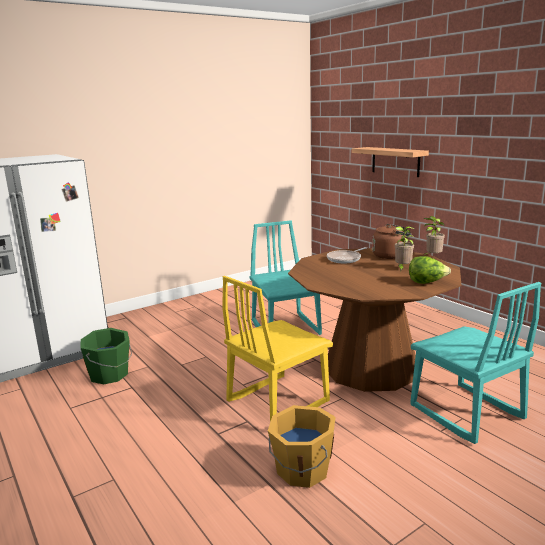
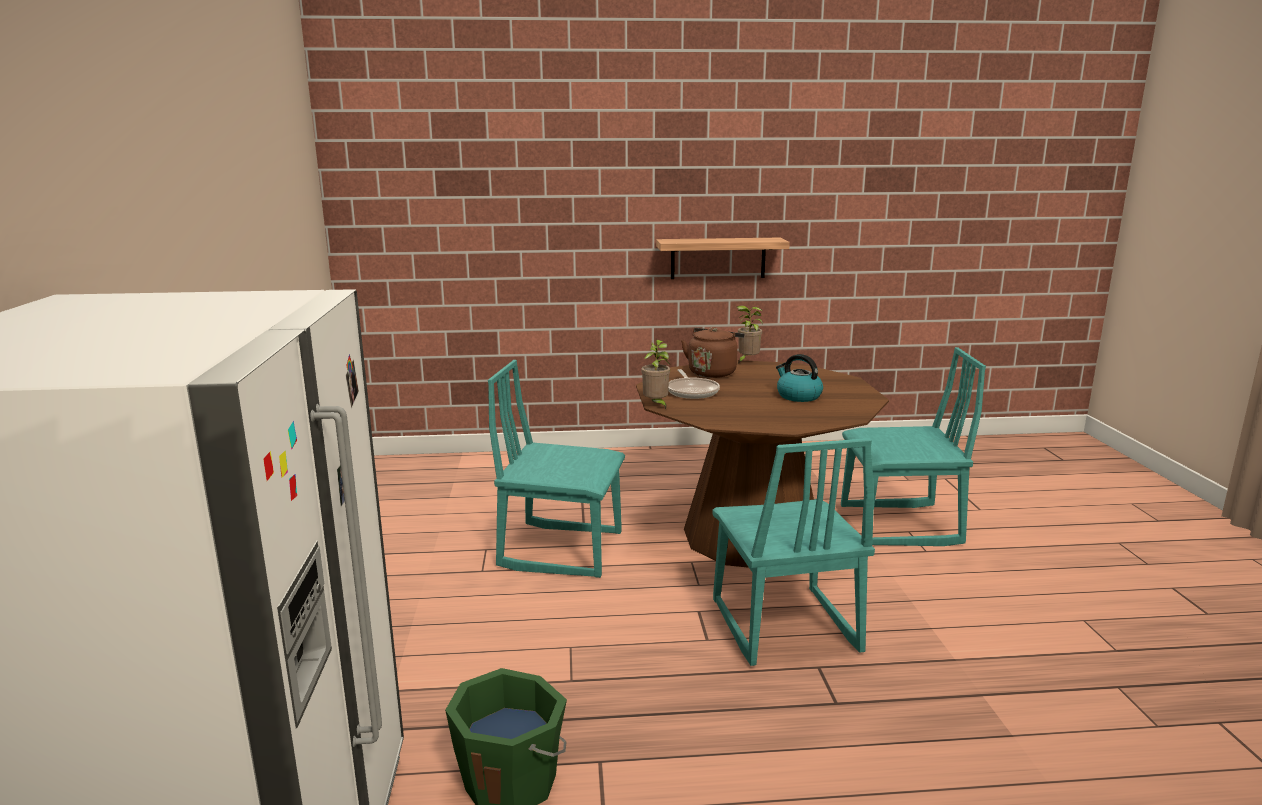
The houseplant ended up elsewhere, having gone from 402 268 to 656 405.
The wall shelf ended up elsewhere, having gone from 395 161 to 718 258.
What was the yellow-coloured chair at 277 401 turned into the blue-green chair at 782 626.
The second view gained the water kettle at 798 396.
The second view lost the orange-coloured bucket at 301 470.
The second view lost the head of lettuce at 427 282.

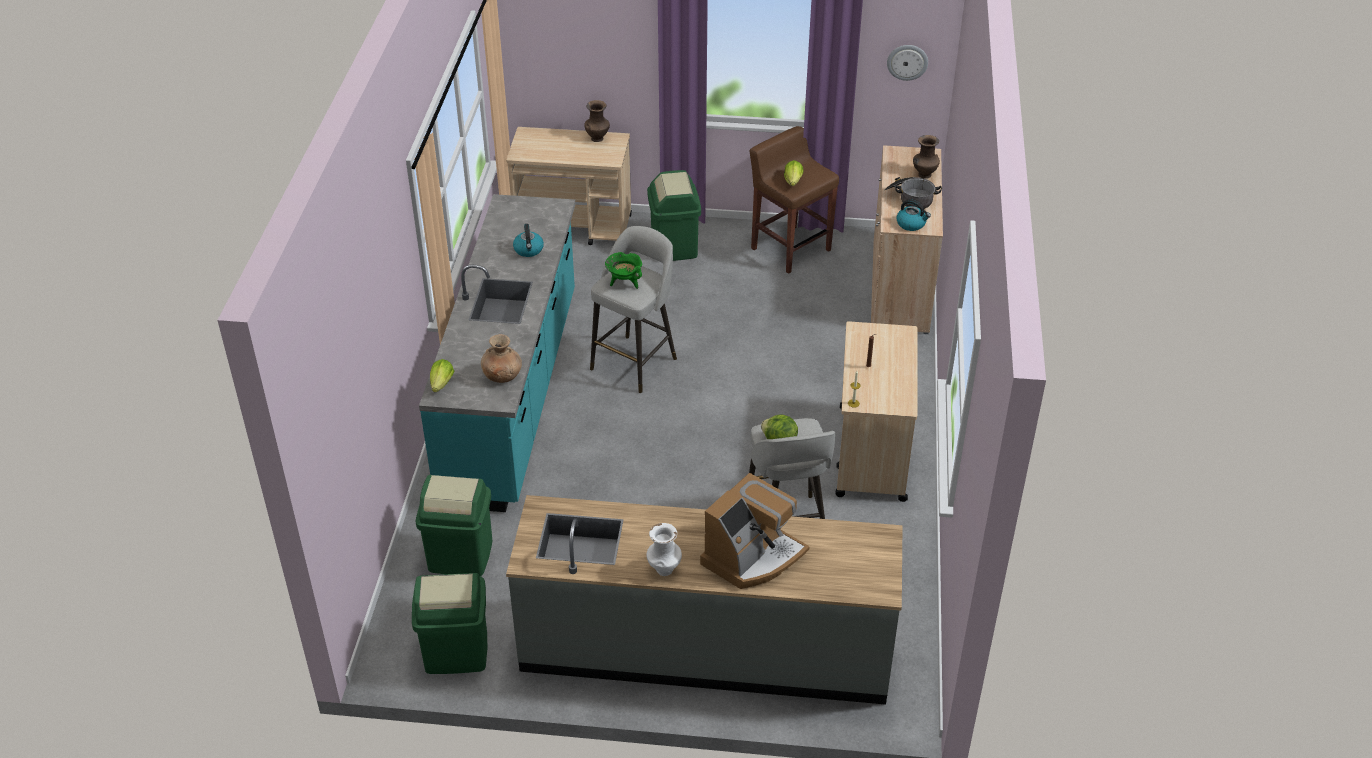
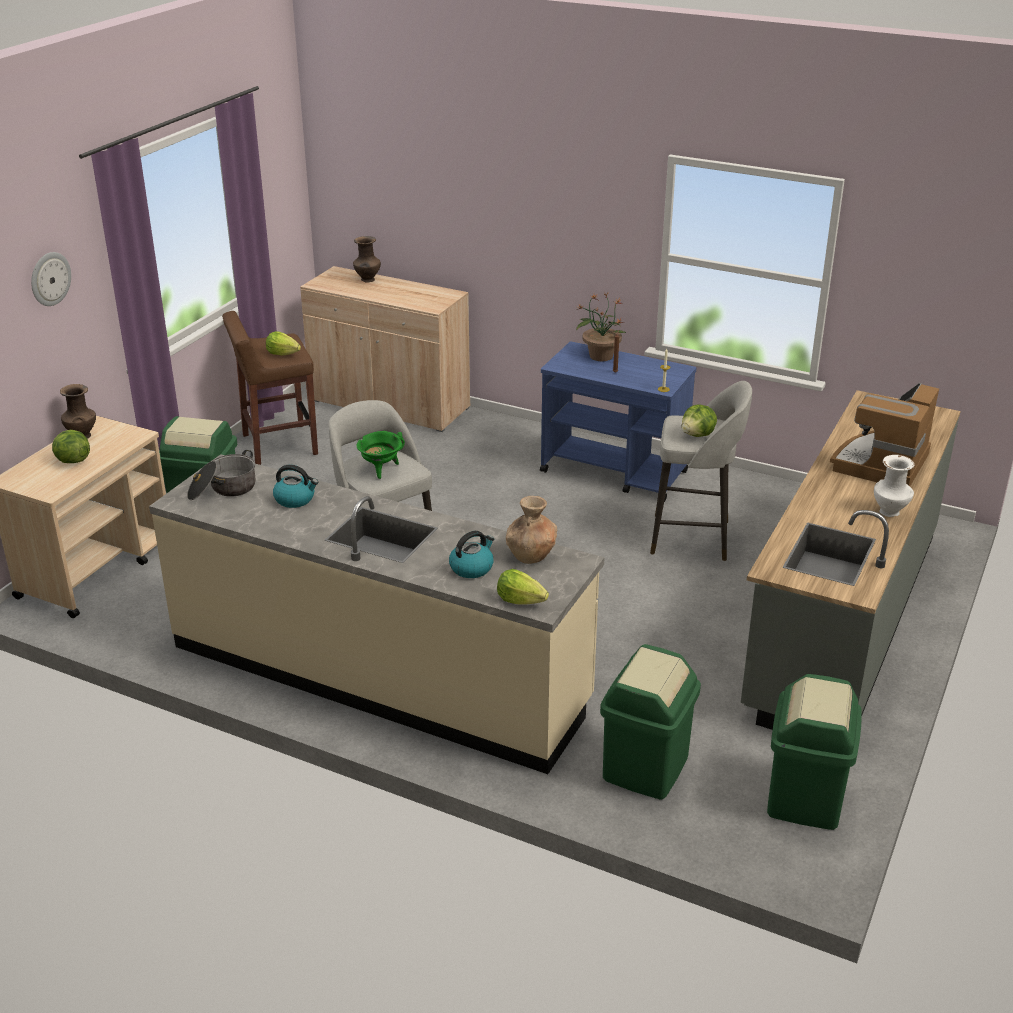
The wall clock ended up elsewhere, having gone from 907 62 to 50 278.
The second view gained the head of lettuce at 72 461.
What was the blue-green kitchen counter at 513 395 turned into the beige kitchen counter at 379 674.
The cooking pot ended up elsewhere, having gone from 910 199 to 223 489.
The water kettle ended up elsewhere, having gone from 911 224 to 472 568.
What was the beige cart at 871 453 turned into the blue cart at 615 472.
The second view gained the houseplant at 600 356.
The coffee machine at 753 557 ended up facing another way, 120 degrees counterclockwise from before.

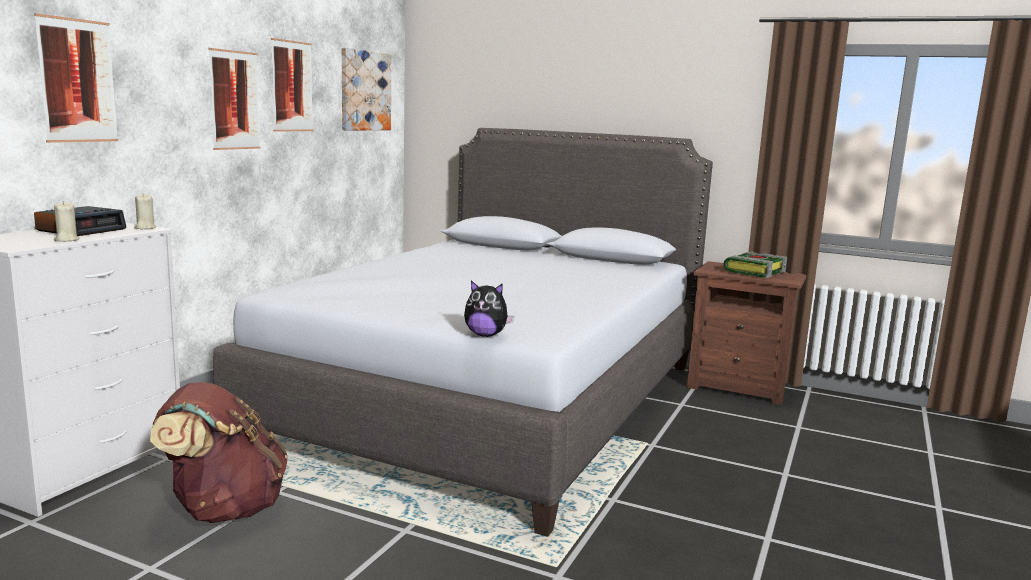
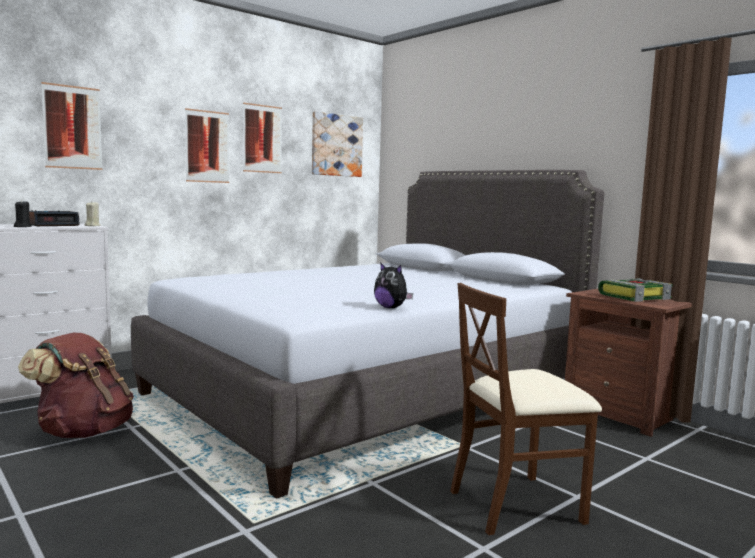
What was the beige wax light at 66 240 turned into the black-coloured wax light at 22 227.
The cuddly toy ended up elsewhere, having gone from 486 335 to 391 308.
The second view gained the brown-coloured chair at 516 504.

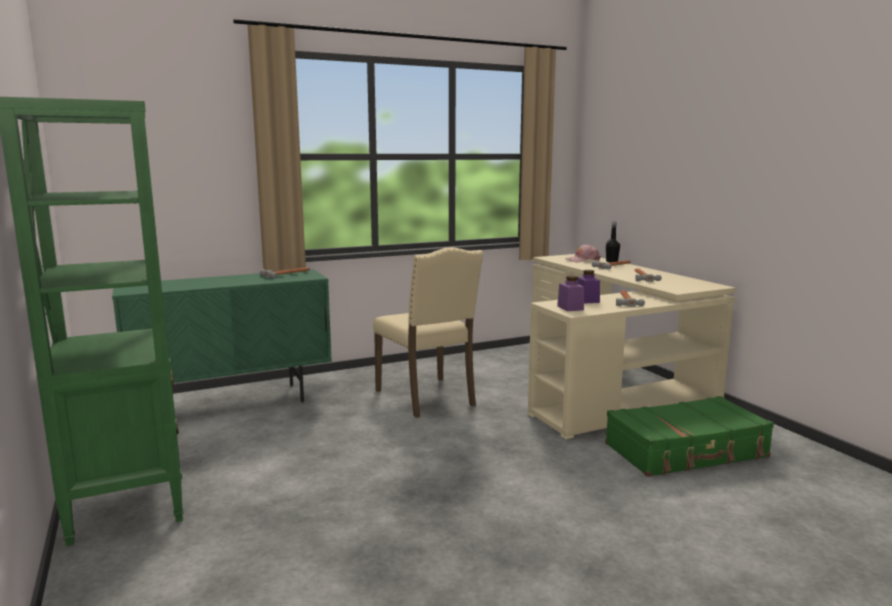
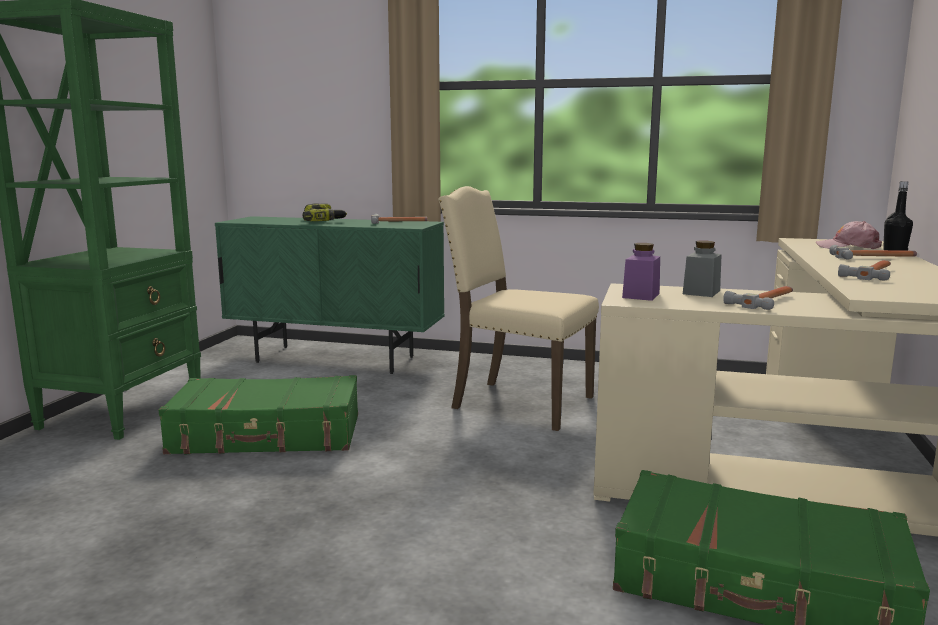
The second view gained the green-coloured piece of luggage at 267 435.
The second view gained the electric drill at 324 221.
The beige chair at 428 398 ended up facing another way, 105 degrees clockwise from before.
What was the purple-coloured preserve jar at 587 300 turned into the gray preserve jar at 701 292.

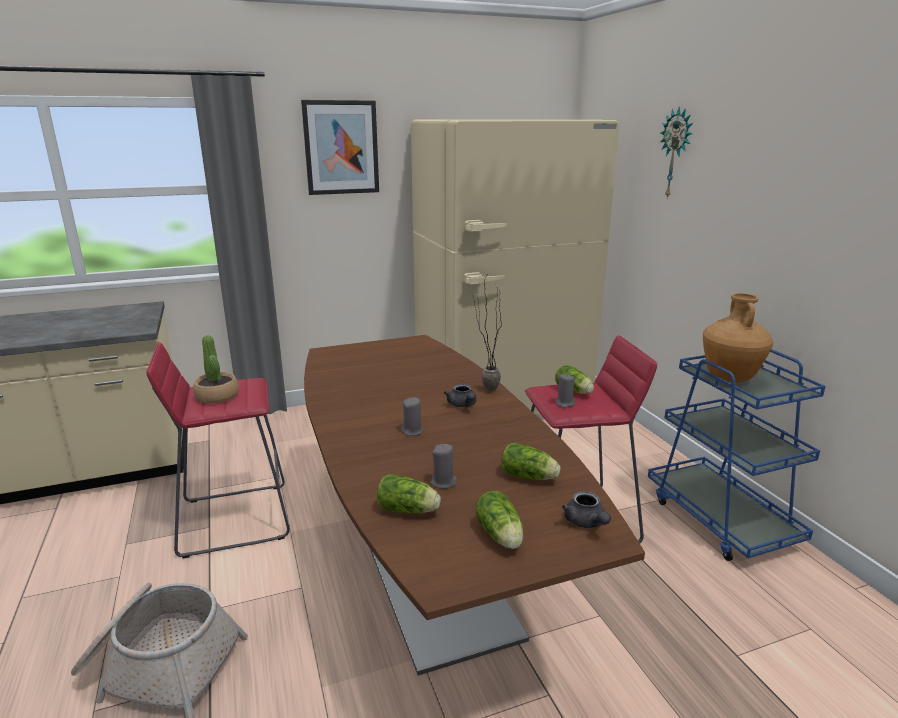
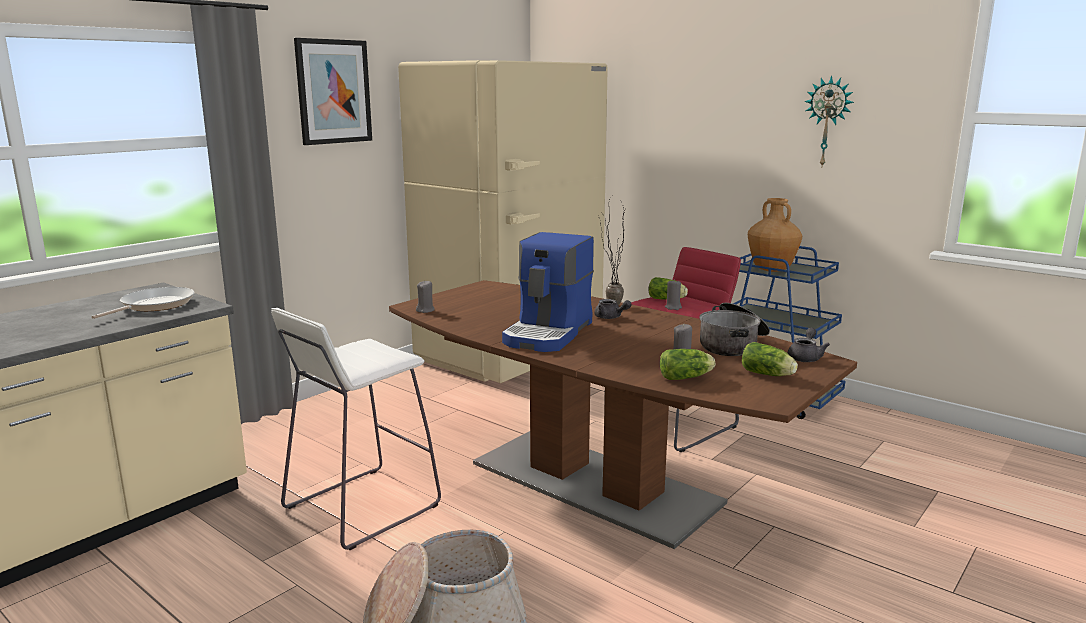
The second view gained the pan at 154 305.
What was the red stool at 233 519 turned into the white stool at 361 507.
The gray wax light ended up elsewhere, having gone from 412 431 to 425 310.
The second view gained the coffee machine at 549 333.
Where the head of lettuce stood at 530 477, the cooking pot came to stand at 733 344.
The gray tea pot at 586 523 ended up facing another way, 105 degrees counterclockwise from before.
The wall clock ended up elsewhere, having gone from 676 153 to 828 122.
The second view lost the houseplant at 217 396.

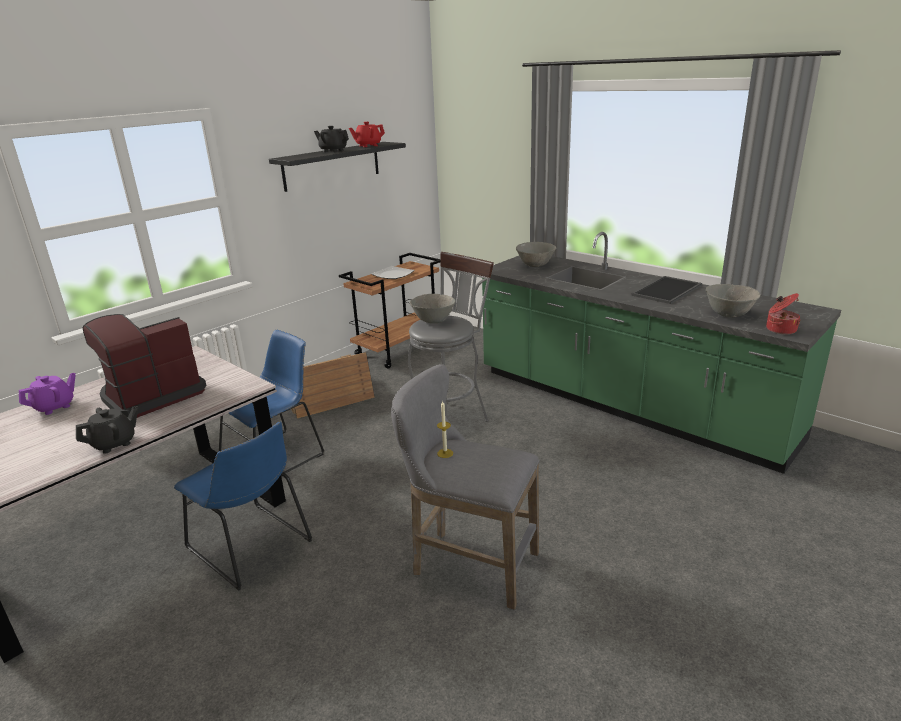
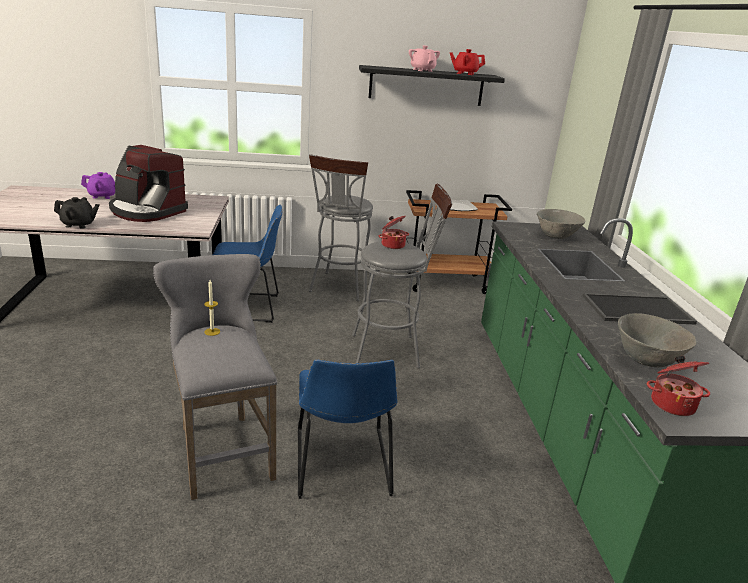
The coffee machine at 152 396 ended up facing another way, 150 degrees counterclockwise from before.
The blue chair ended up elsewhere, having gone from 252 547 to 342 466.
Where the shipping crate stood at 327 397, the gray stool came to stand at 339 288.
Where the gray deep dish stood at 433 321, the cooking pot came to stand at 392 245.
What was the black-coloured tea pot at 333 151 turned into the pinkish tea pot at 422 70.

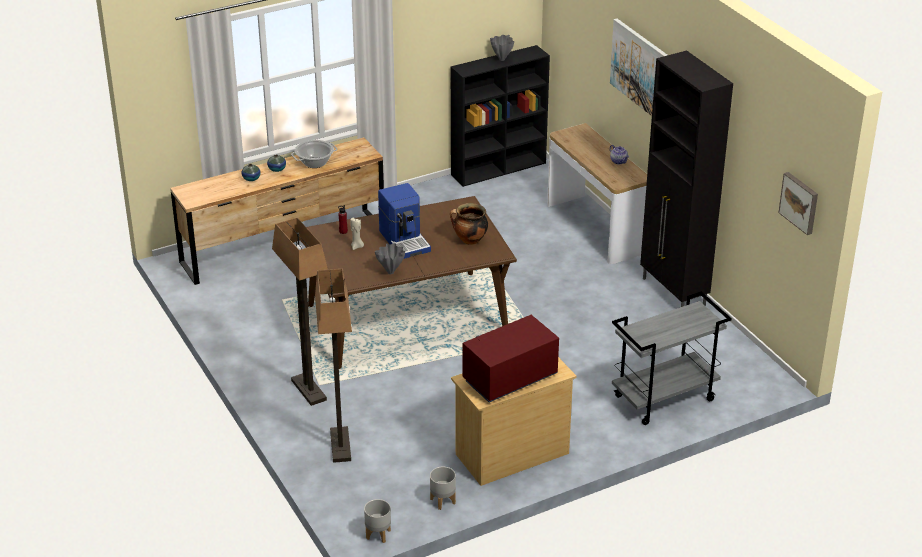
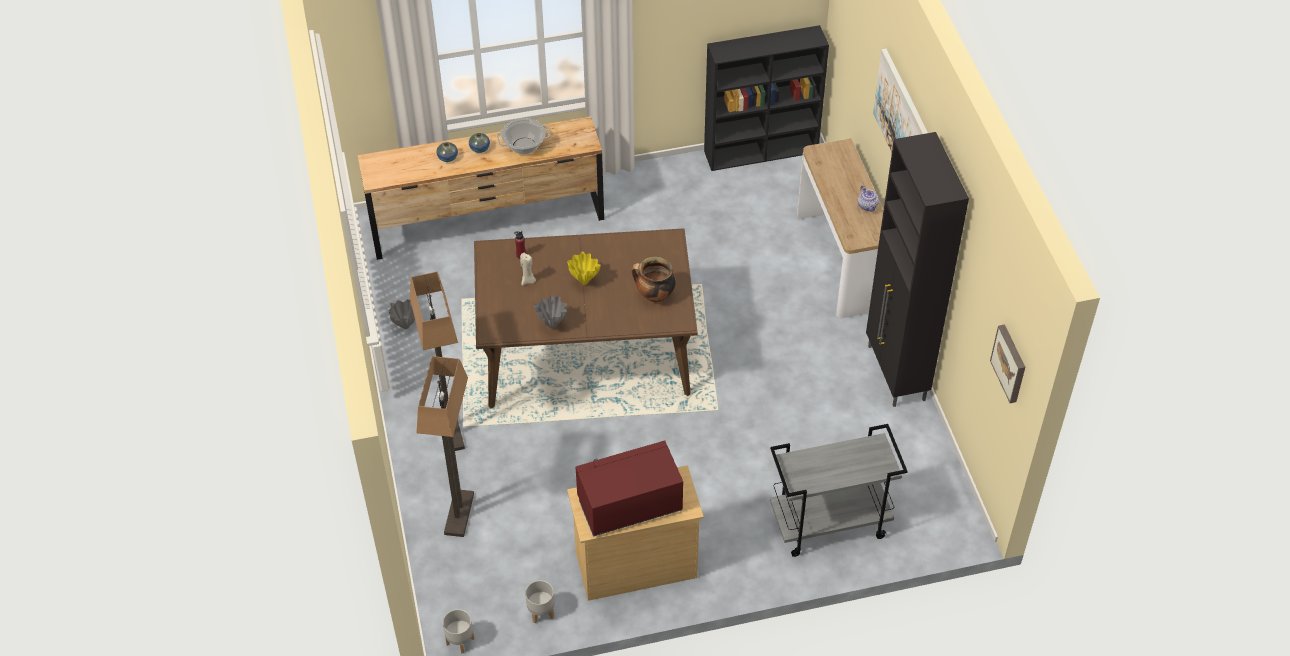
The gray vase ended up elsewhere, having gone from 501 60 to 405 327.
Where the coffee machine stood at 405 240, the yellow-coloured vase came to stand at 583 282.

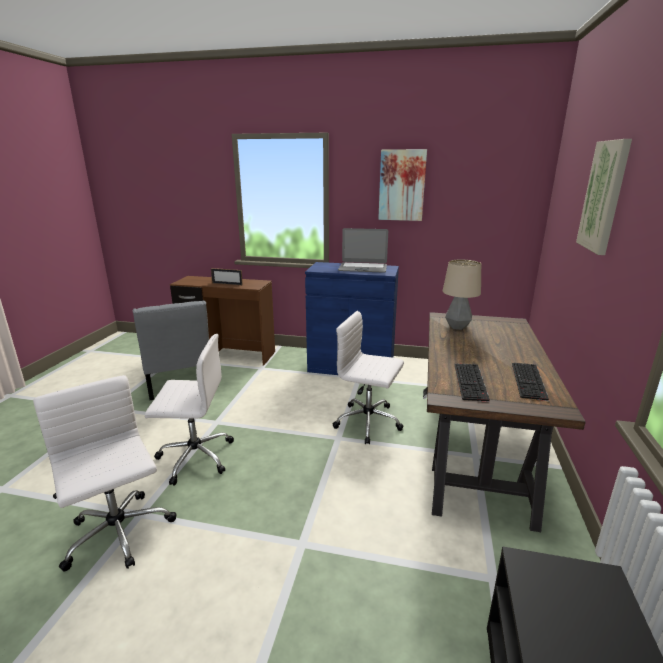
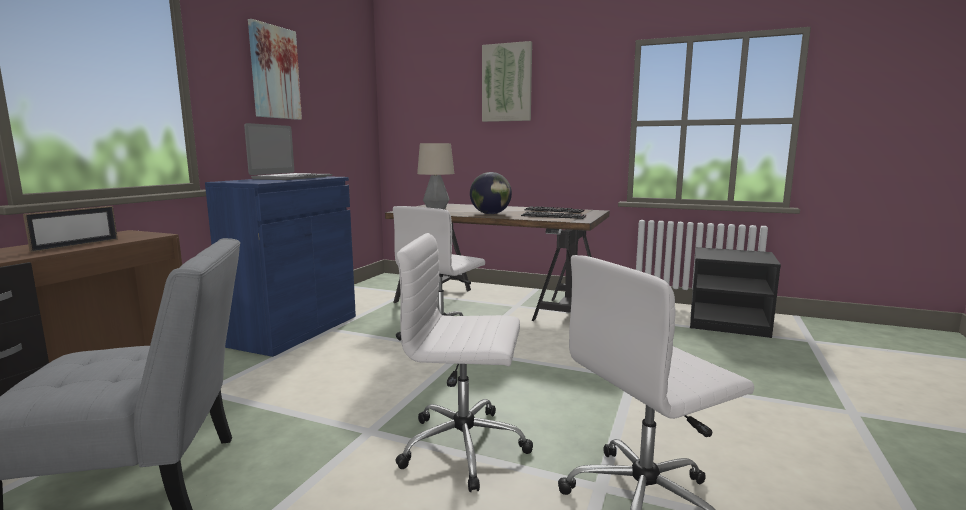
The white computer chair at 194 457 ended up facing another way, 90 degrees counterclockwise from before.
The second view gained the desk globe at 490 214.

